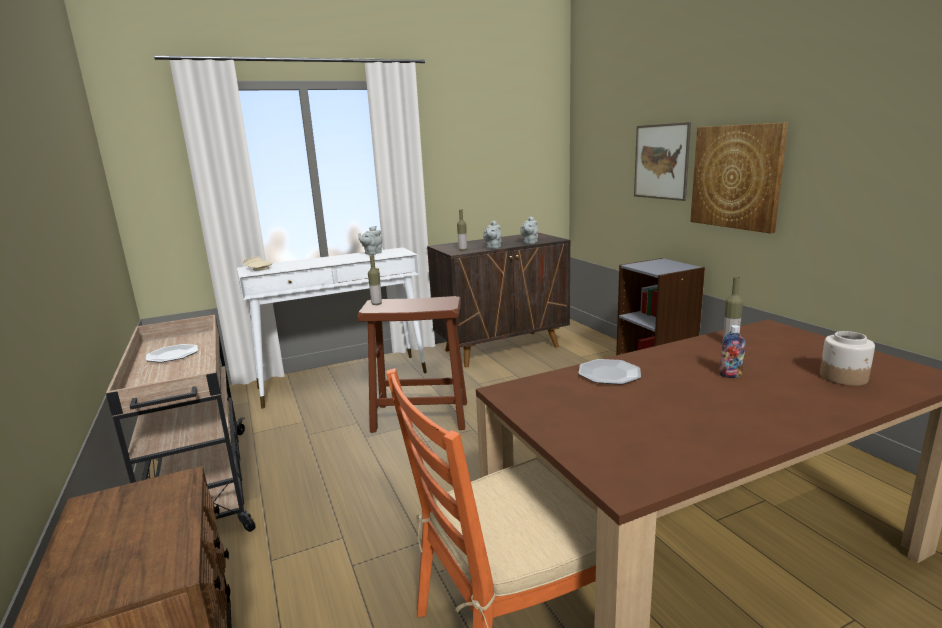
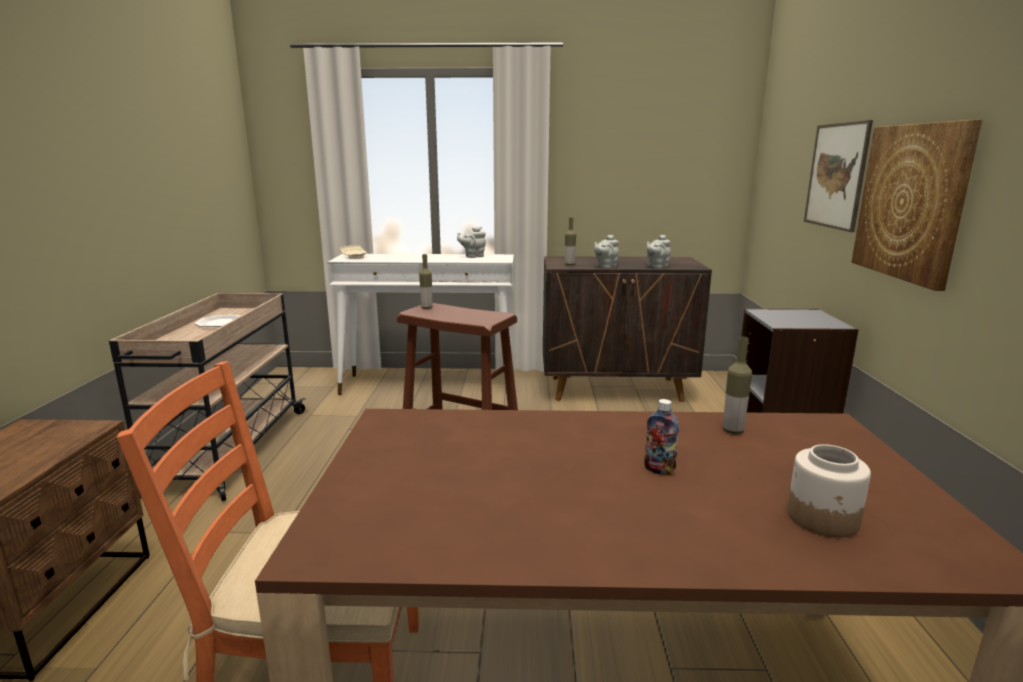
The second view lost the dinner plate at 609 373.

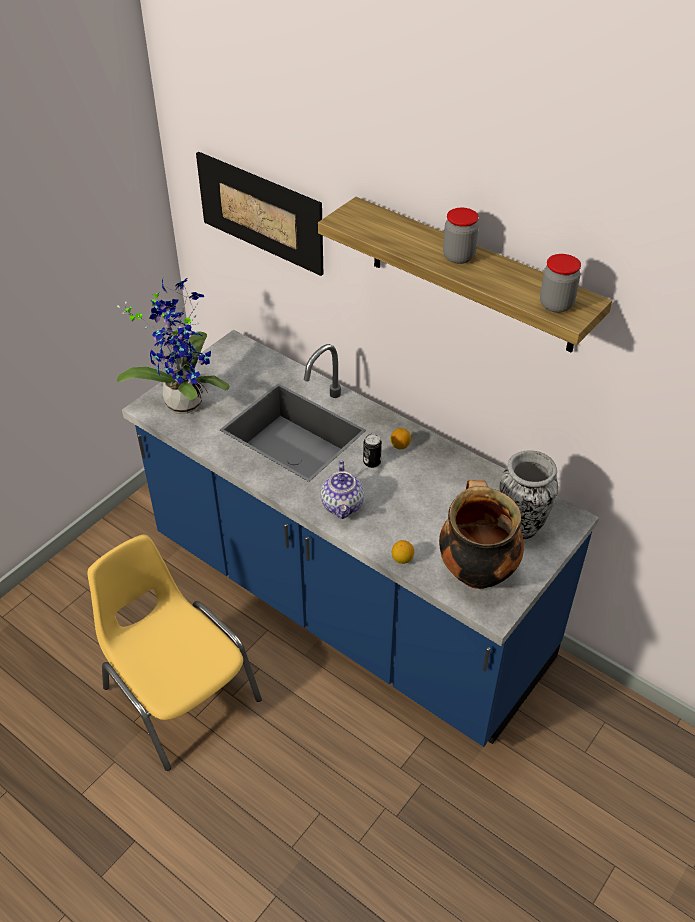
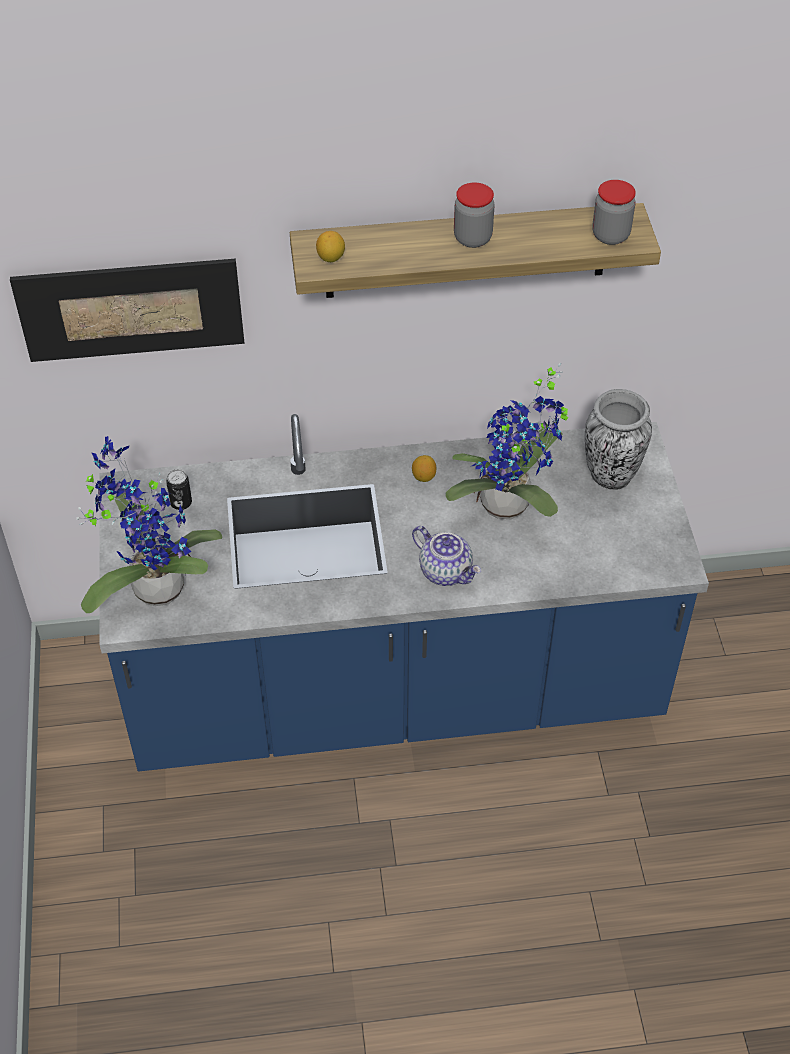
The can ended up elsewhere, having gone from 372 462 to 181 503.
The whole lemon ended up elsewhere, having gone from 402 559 to 331 258.
The second view gained the houseplant at 510 507.
The second view lost the yellow-coloured chair at 179 693.
The second view lost the cooking pot at 475 570.

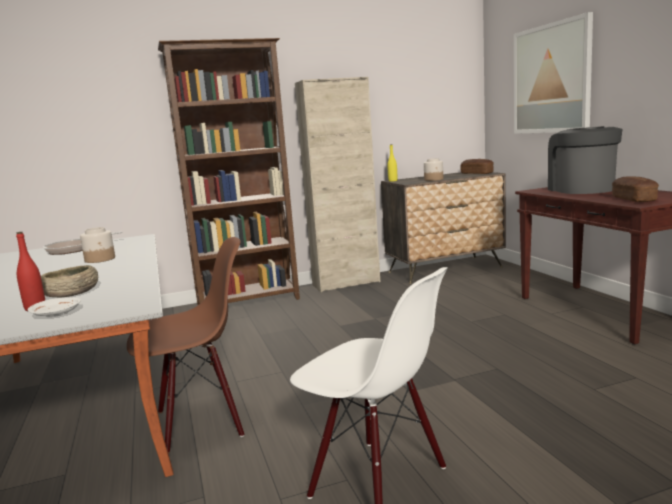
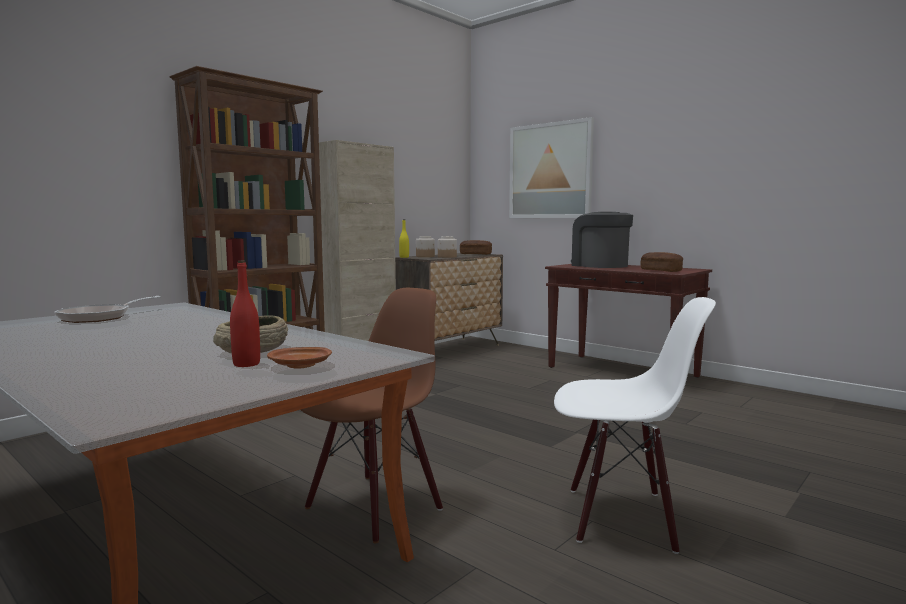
What was the white dinner plate at 56 314 turned into the brown-coloured dinner plate at 301 366.
The preserve jar ended up elsewhere, having gone from 100 259 to 425 256.

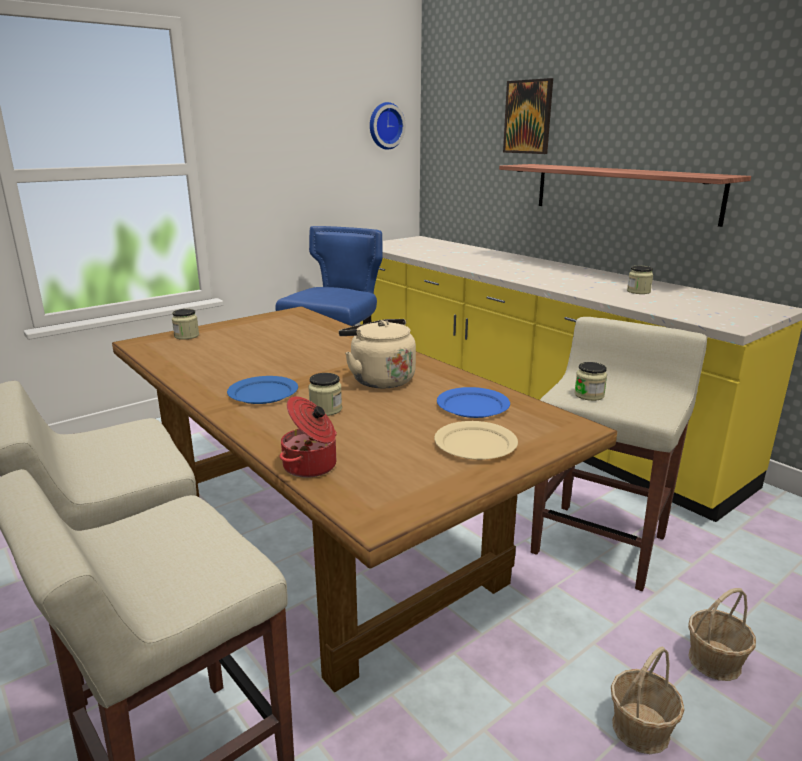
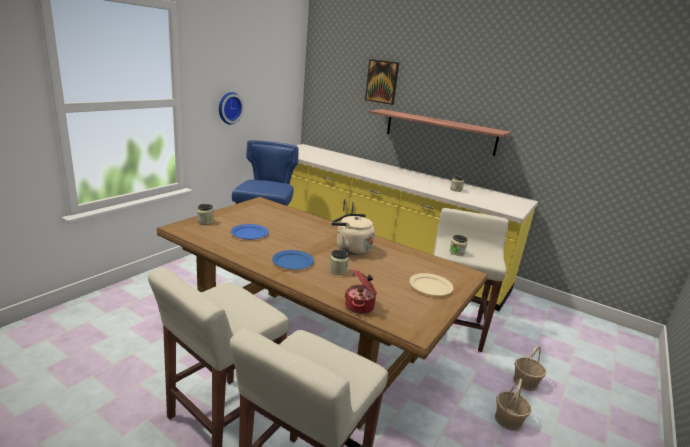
The wall clock ended up elsewhere, having gone from 385 126 to 229 108.
The blue dinner plate ended up elsewhere, having gone from 473 406 to 250 233.

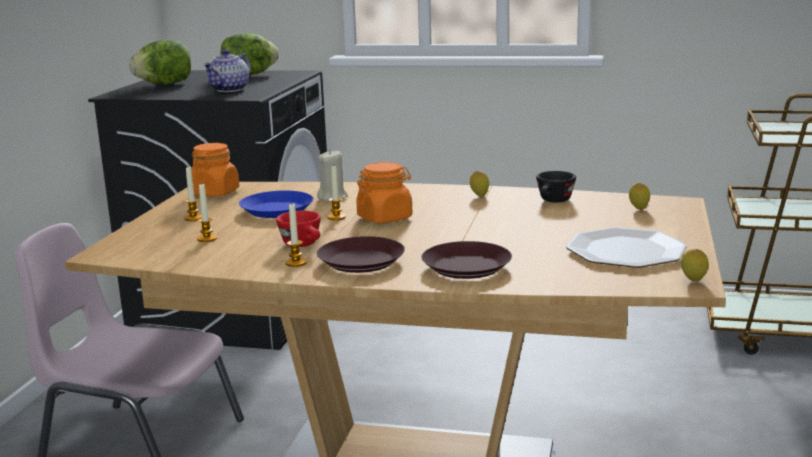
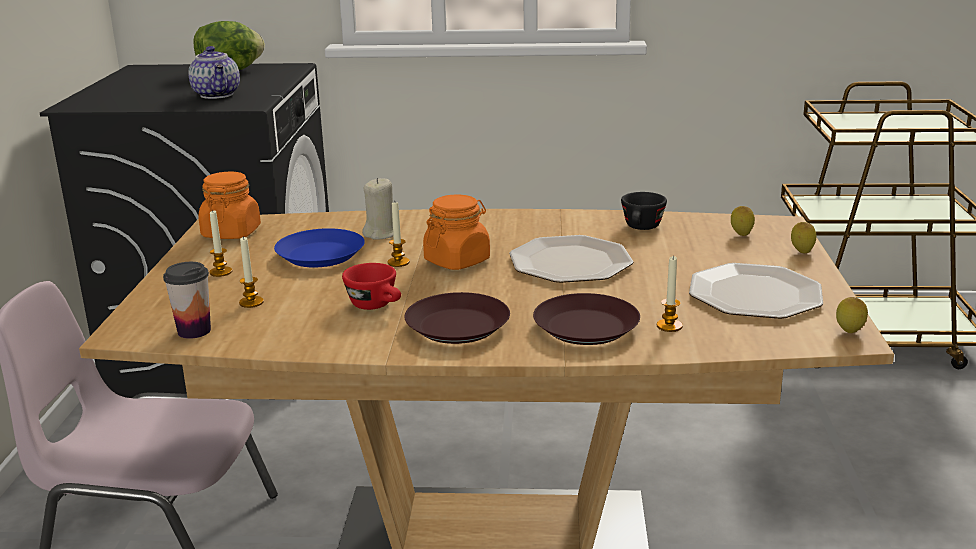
The second view gained the small cup at 194 331.
The tea pot at 230 90 ended up facing another way, 45 degrees counterclockwise from before.
The second view gained the dinner plate at 570 261.
The wax light ended up elsewhere, having gone from 296 263 to 669 326.
The whole lemon ended up elsewhere, having gone from 479 196 to 801 253.
The second view lost the head of lettuce at 164 84.

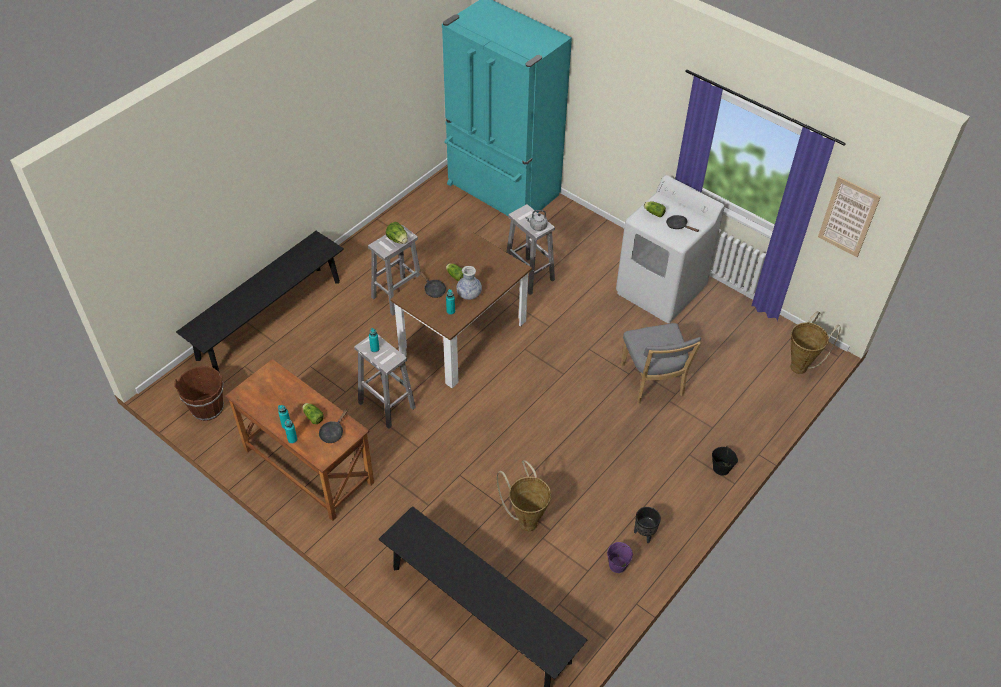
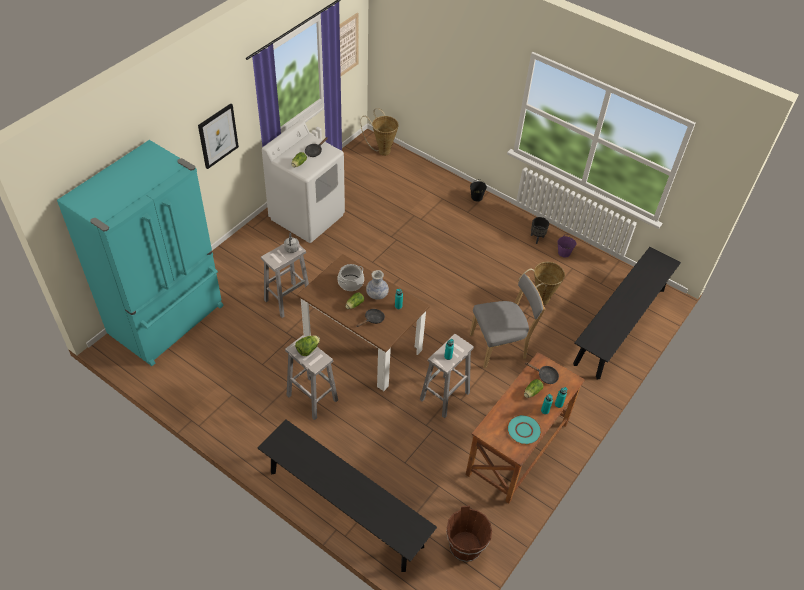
The second view gained the wall art at 218 136.
The second view gained the cooking pot at 350 283.
The gray chair ended up elsewhere, having gone from 653 383 to 500 346.
The second view gained the blue-green dinner plate at 524 430.

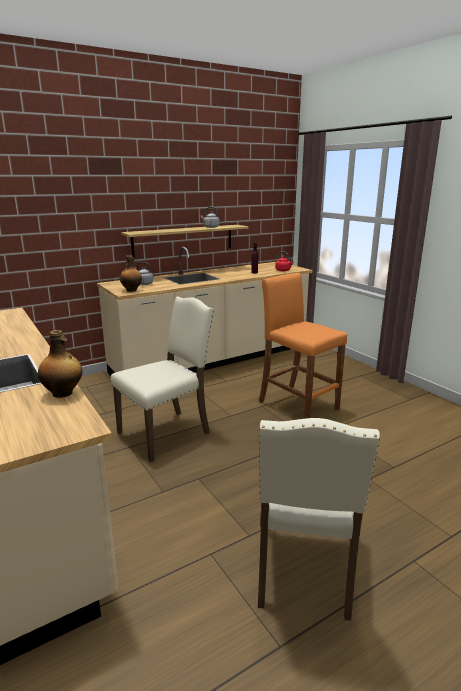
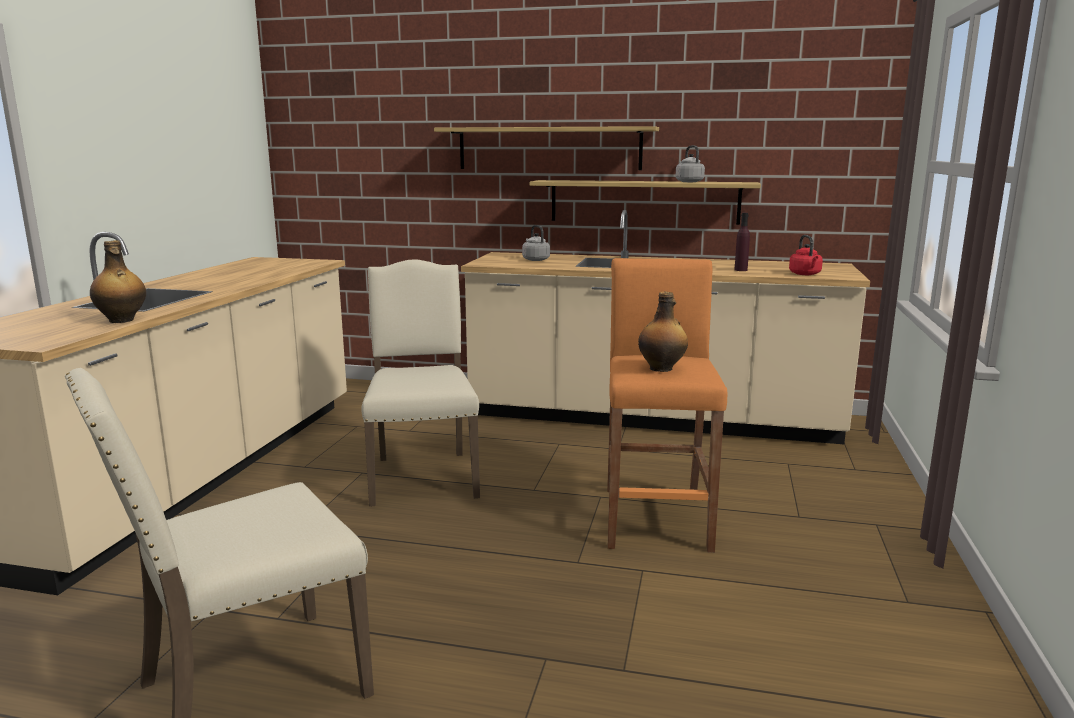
The beige chair at 167 433 ended up facing another way, 105 degrees counterclockwise from before.
The second view gained the wall shelf at 549 148.
The drink bottle ended up elsewhere, having gone from 132 290 to 662 368.

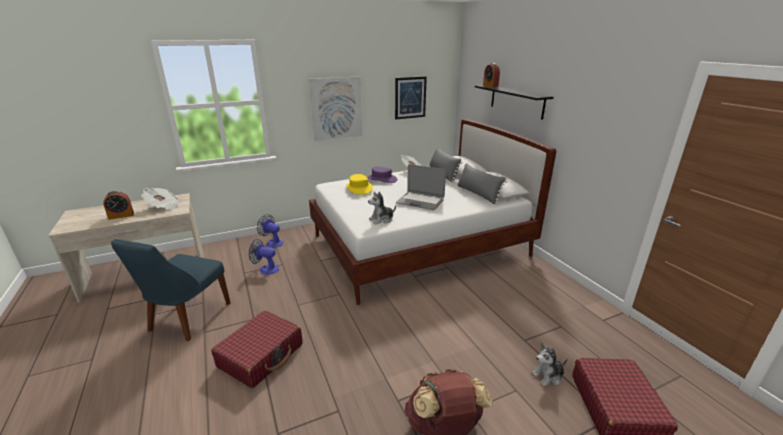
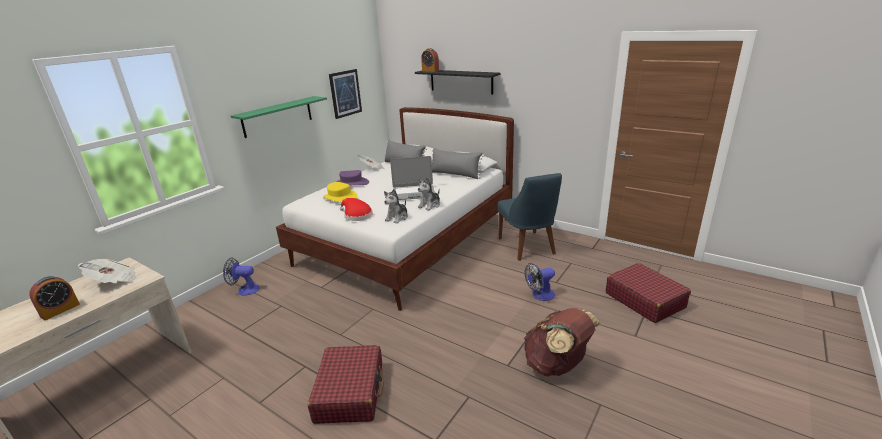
Where the wall art hung at 336 108, the green-coloured wall shelf came to hang at 277 116.
The second view gained the red hat at 356 215.
The cuddly toy ended up elsewhere, having gone from 548 376 to 430 205.
The blue chair ended up elsewhere, having gone from 187 318 to 527 247.
The fan ended up elsewhere, having gone from 265 269 to 539 295.

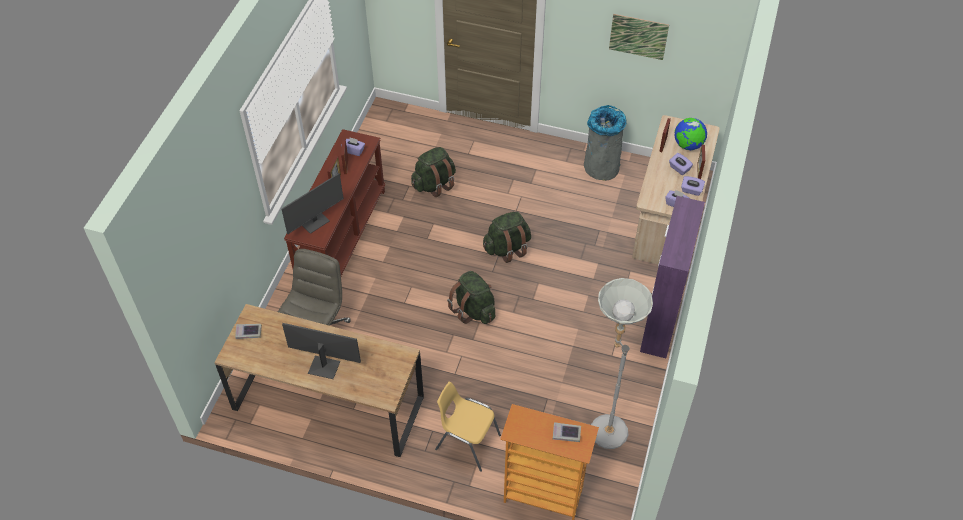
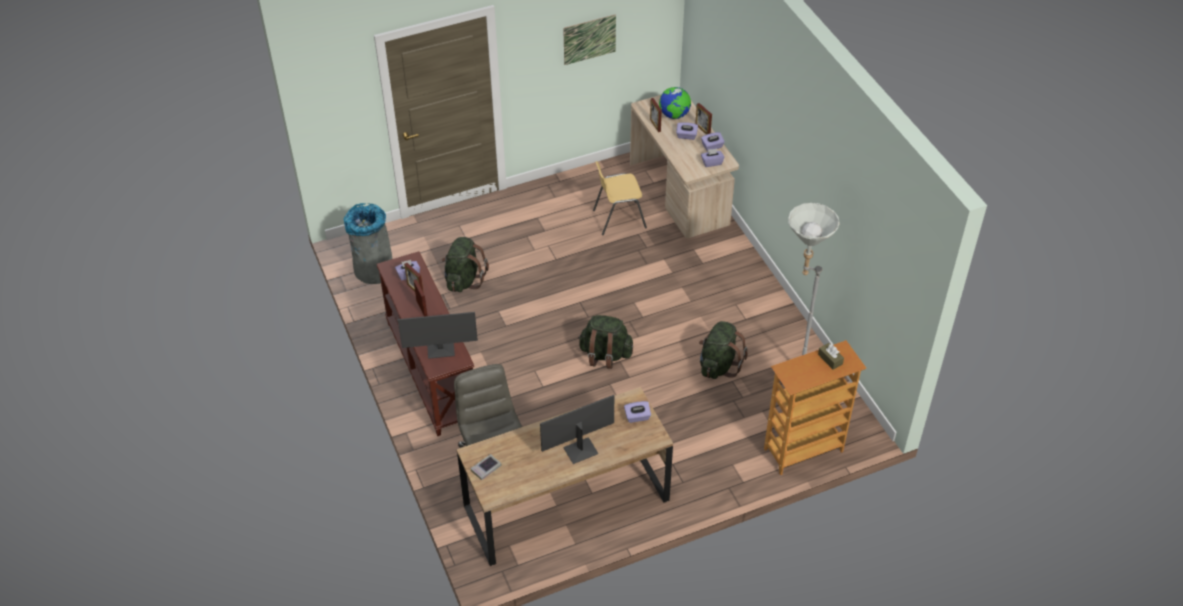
The gray rubbish bin ended up elsewhere, having gone from 601 167 to 374 270.
The computer screen at 314 222 ended up facing another way, 75 degrees clockwise from before.
The yellow-coloured chair ended up elsewhere, having gone from 467 442 to 618 218.
The second view gained the purple-coloured tissue holder at 637 417.
The green-coloured rucksack ended up elsewhere, having gone from 507 248 to 718 365.
Where the bound book stood at 566 433, the brown-coloured tissue holder came to stand at 830 359.
The second view lost the purple-coloured cabinet at 661 321.

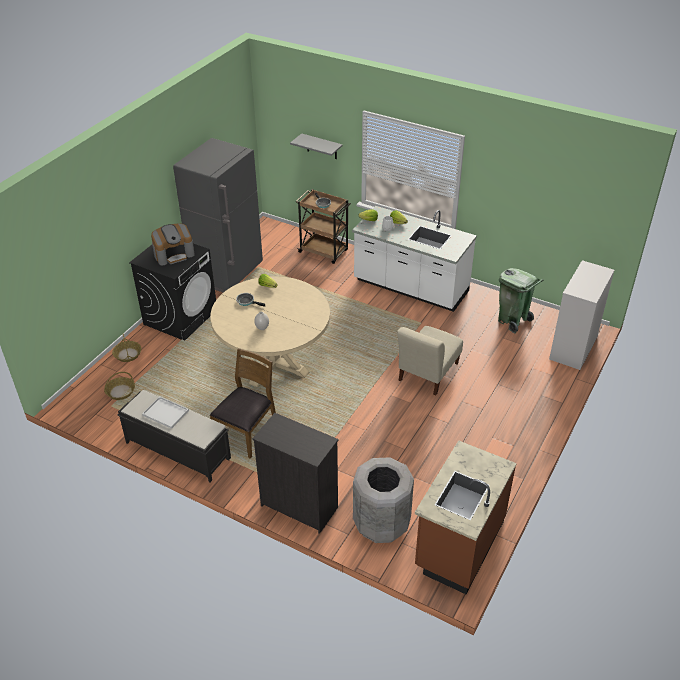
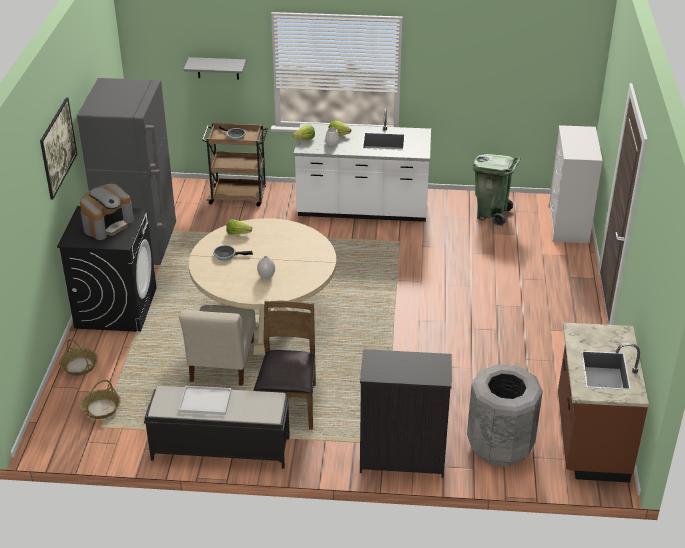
The second view gained the wall art at 60 162.
The beige chair ended up elsewhere, having gone from 427 374 to 221 364.

